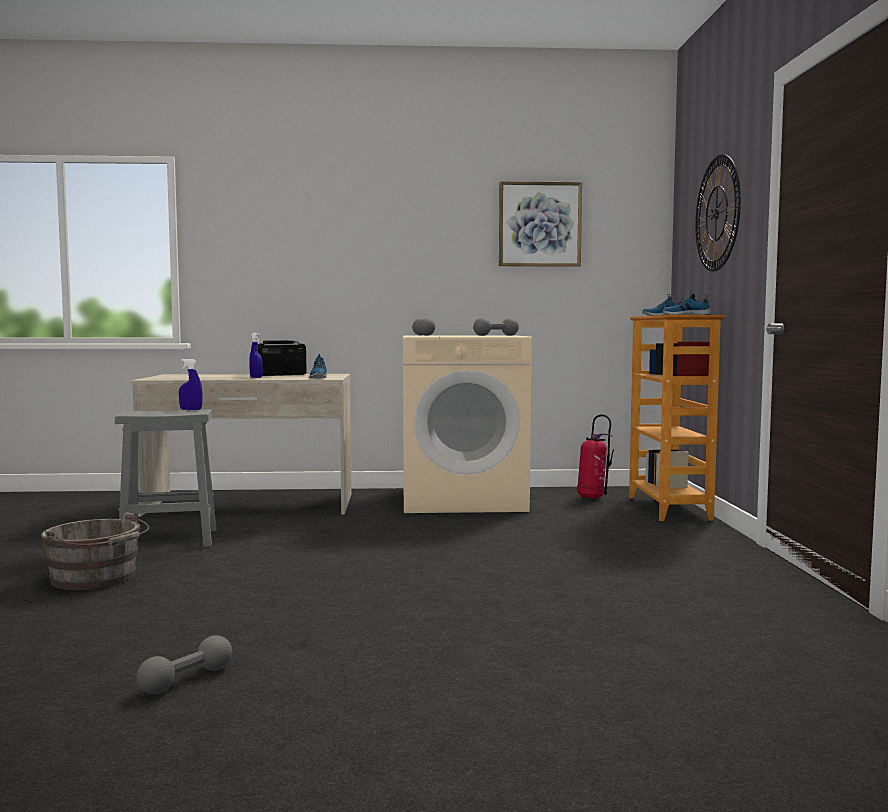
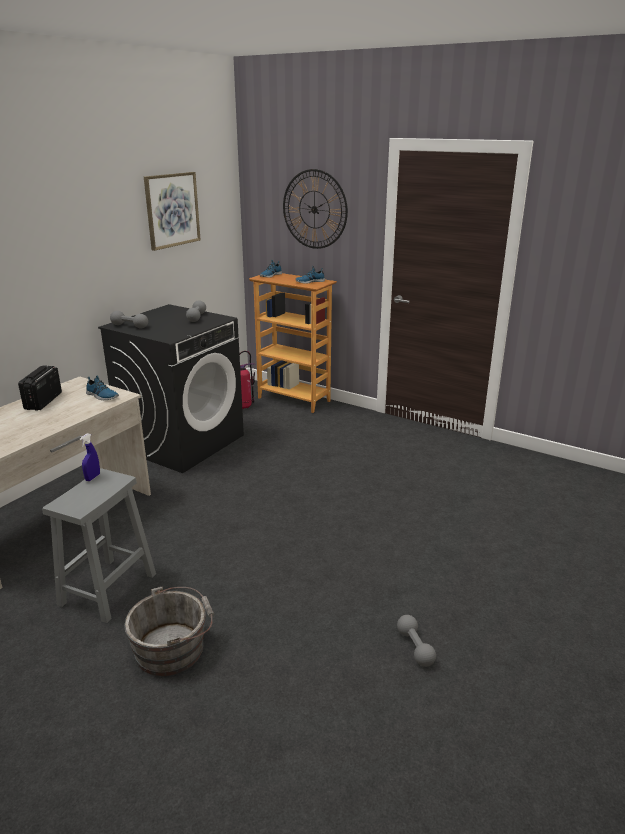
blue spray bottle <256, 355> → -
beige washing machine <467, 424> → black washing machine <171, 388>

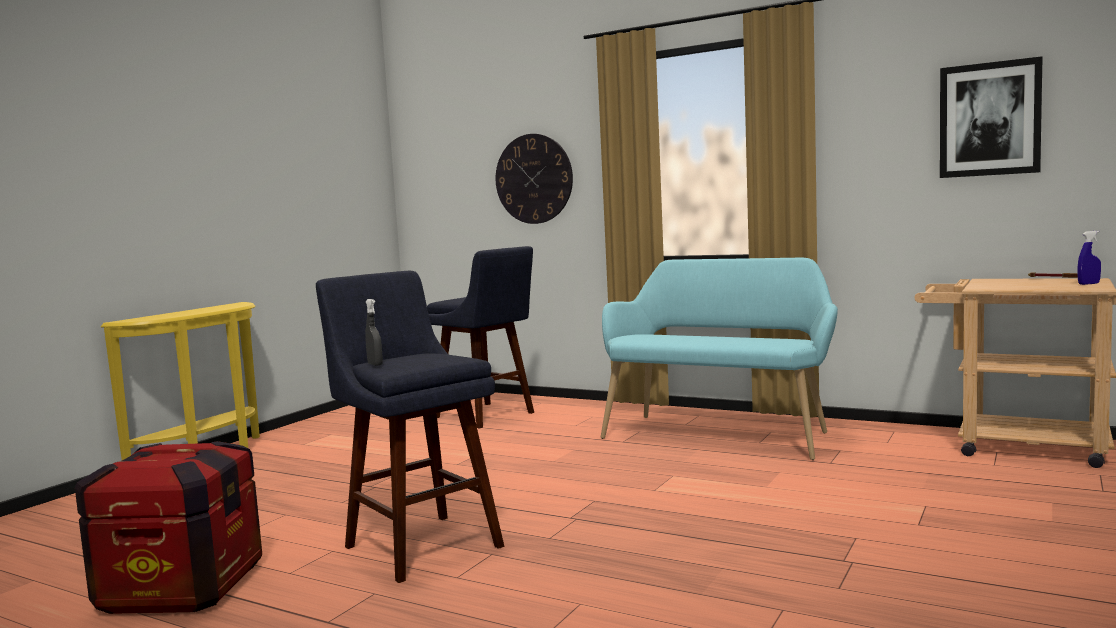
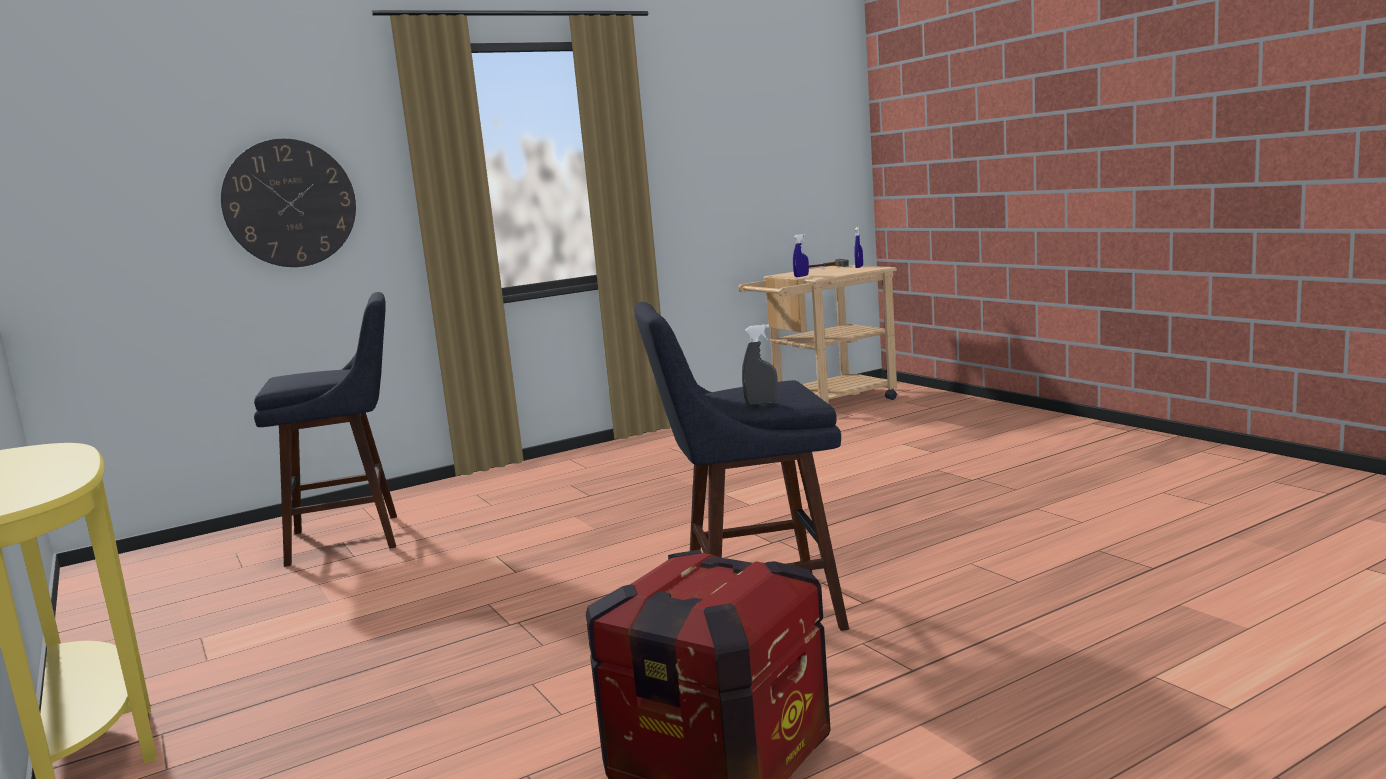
turquoise bench <719, 359> → -
picture <991, 117> → -
- → blue spray bottle <801, 255>

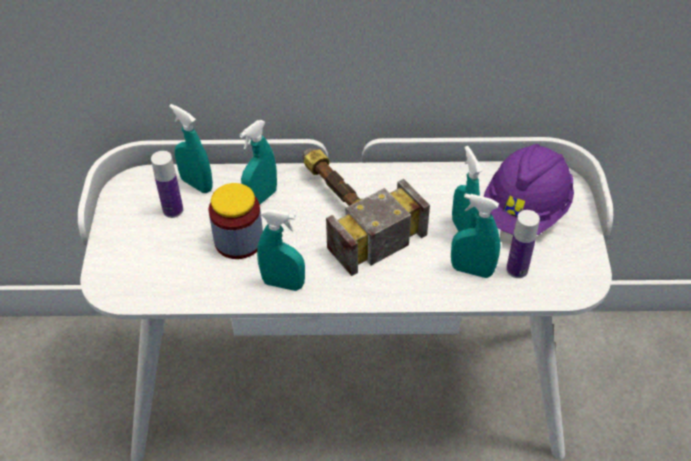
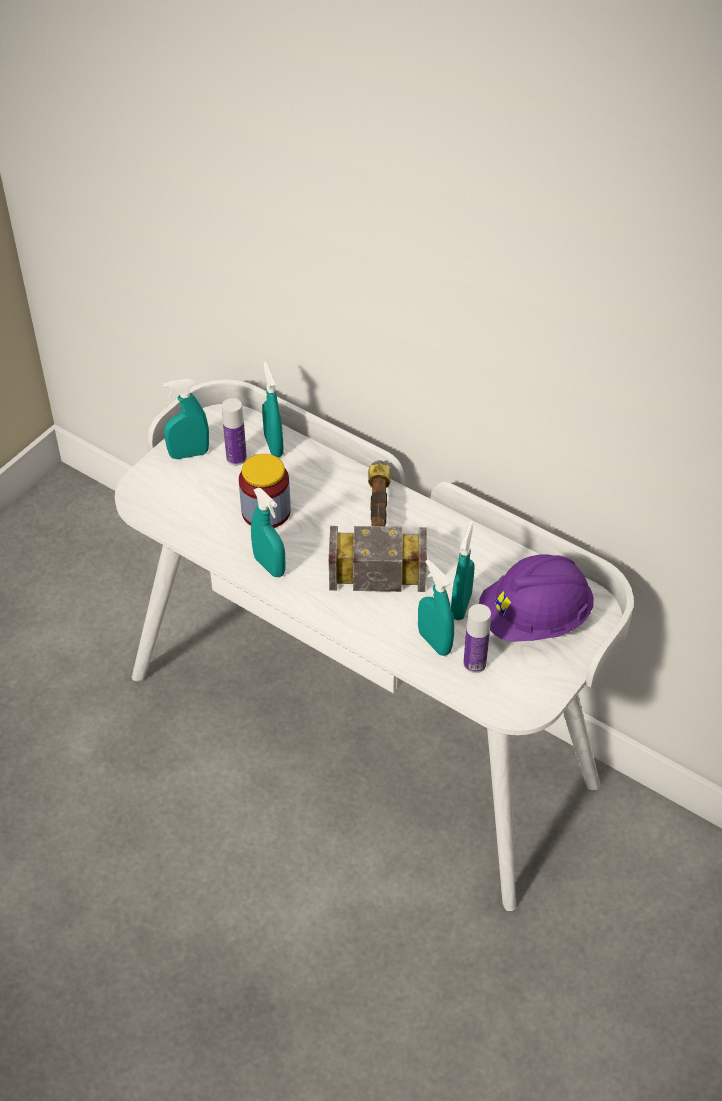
turquoise spray bottle <258, 162> → turquoise spray bottle <186, 419>, shifted

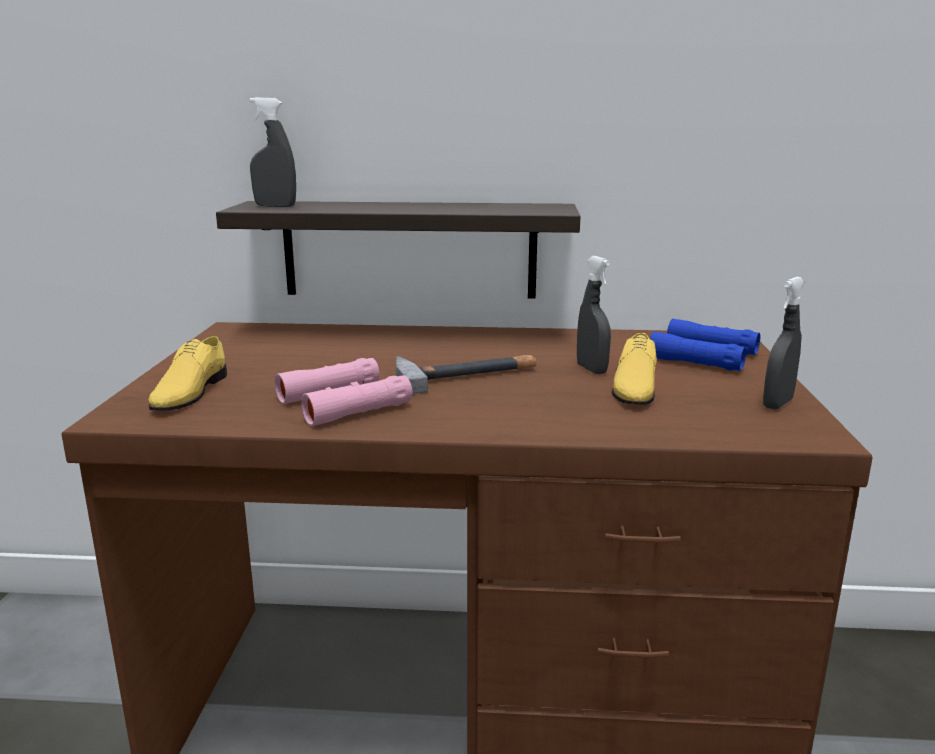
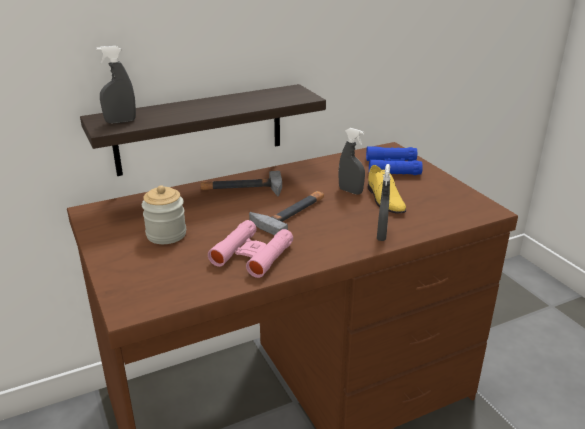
yellow shoe <188, 373> → -
grey spray bottle <783, 343> → grey spray bottle <383, 202>, shifted
- → jar <164, 214>
- → hammer <241, 183>

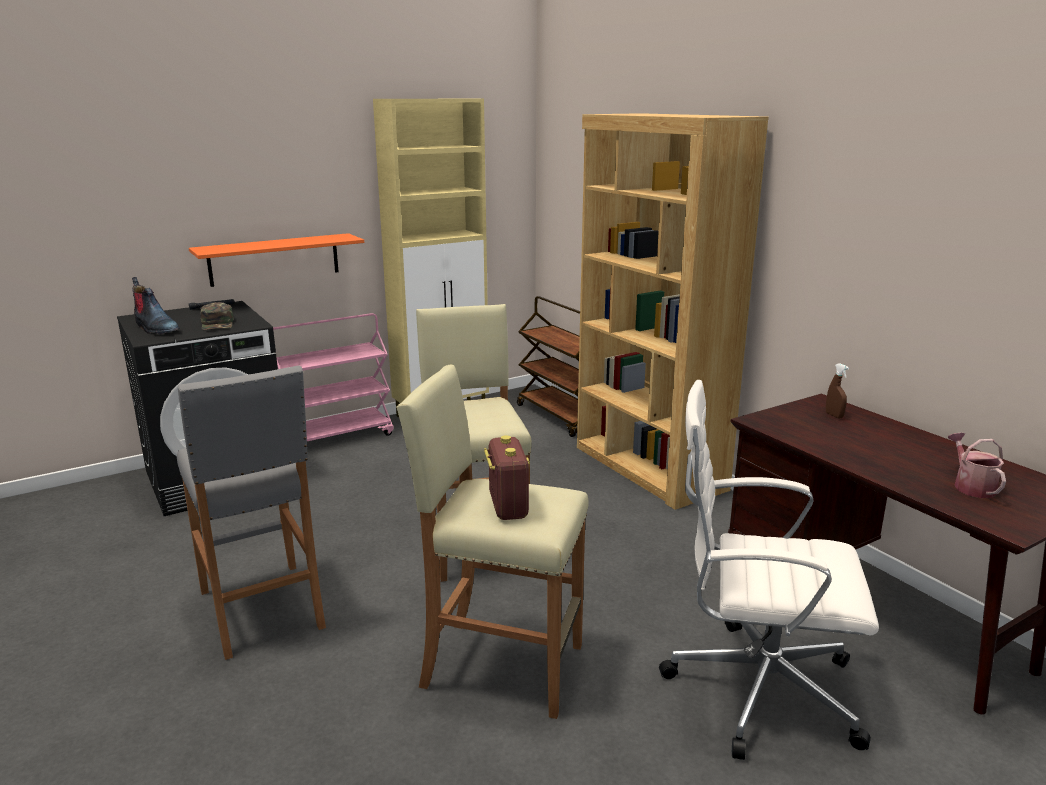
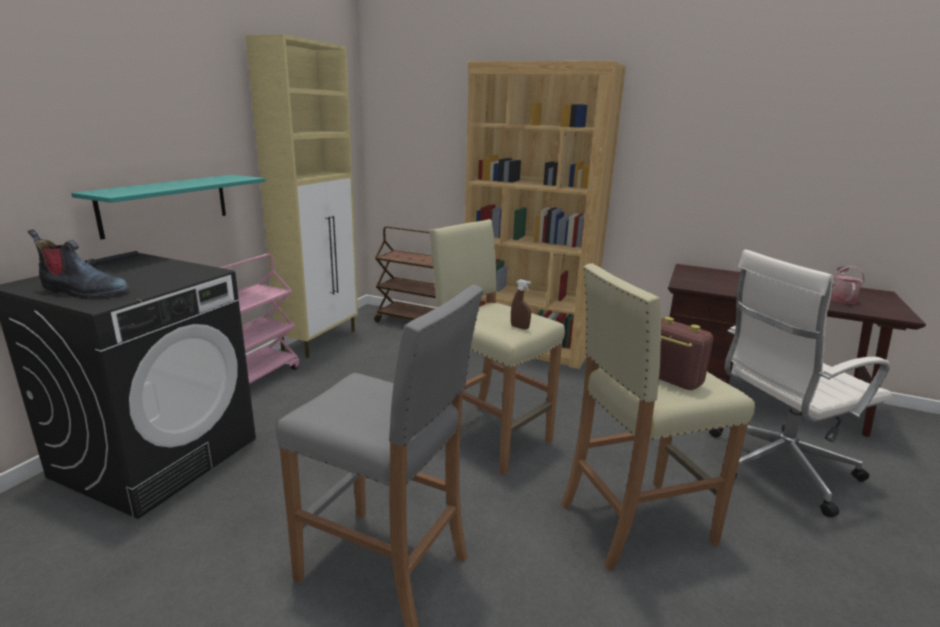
orange shelf <276, 260> → turquoise shelf <168, 207>
green cap <217, 316> → -
brown spray bottle <837, 391> → brown spray bottle <521, 304>, shifted
watering can <977, 465> → watering can <848, 285>, 60 degrees clockwise

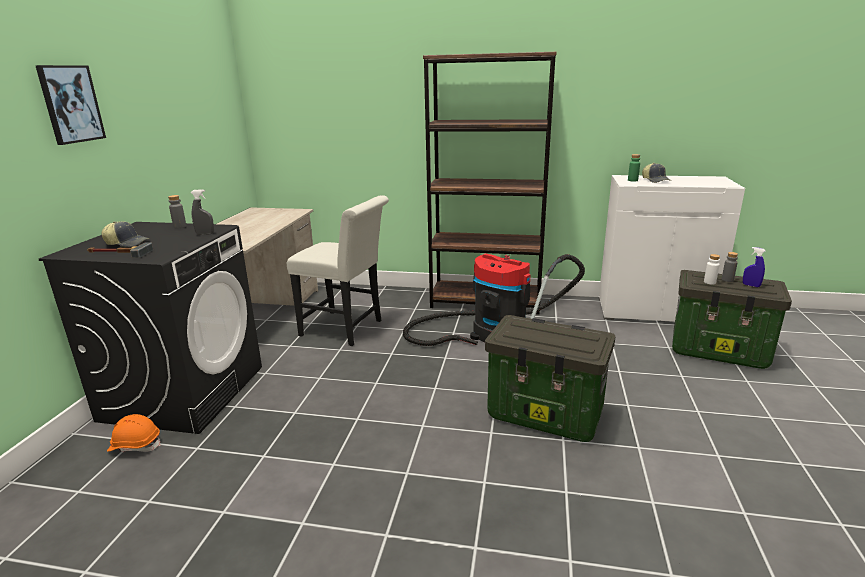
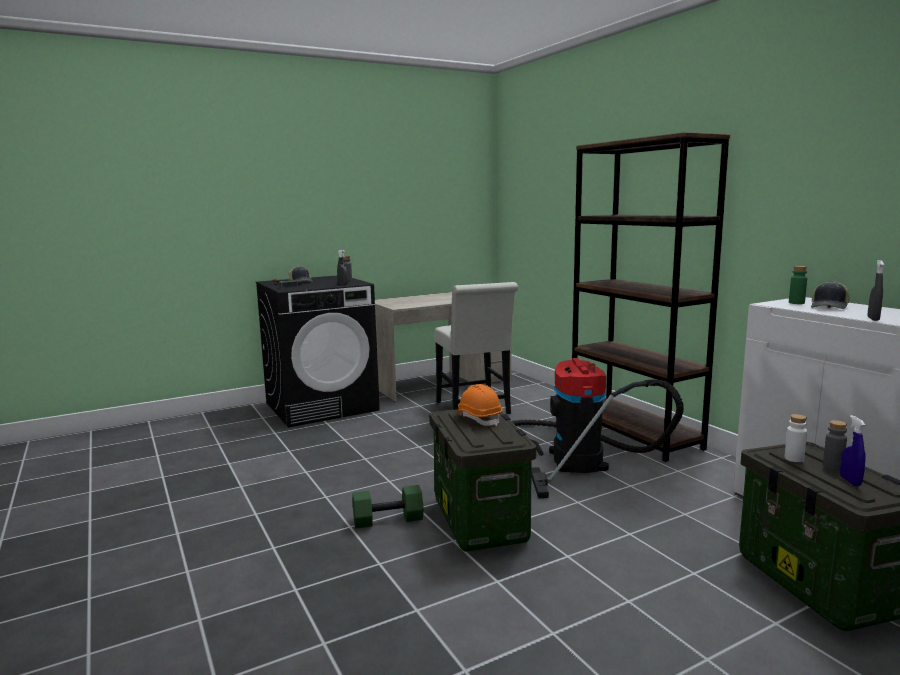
picture <70, 105> → -
orange hard hat <134, 433> → orange hard hat <478, 405>, shifted
- → green dumbbell <388, 507>
- → grey spray bottle <875, 290>

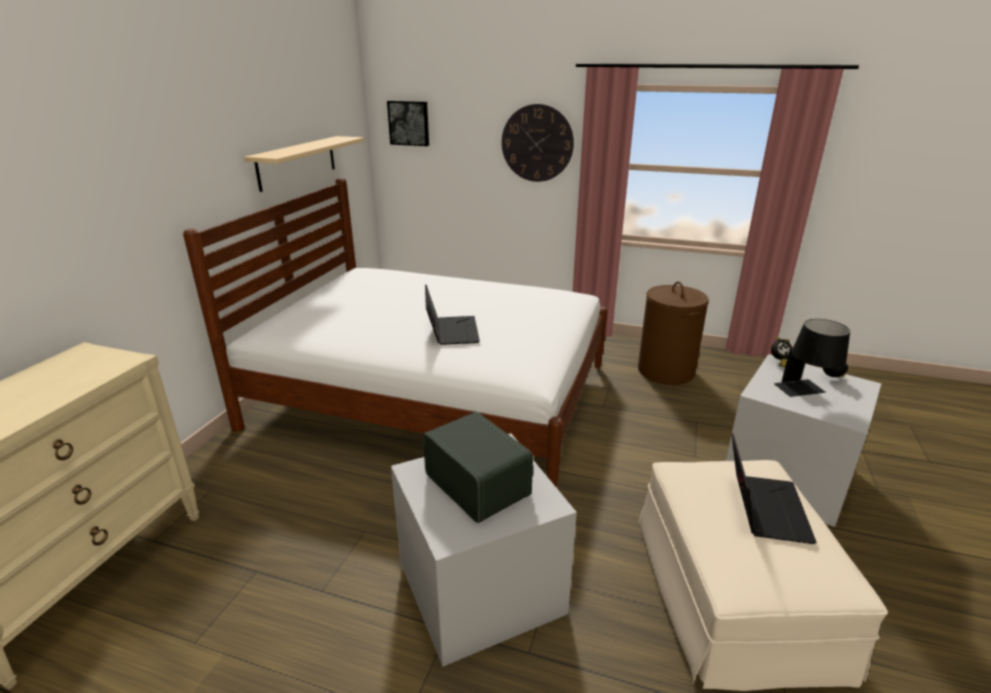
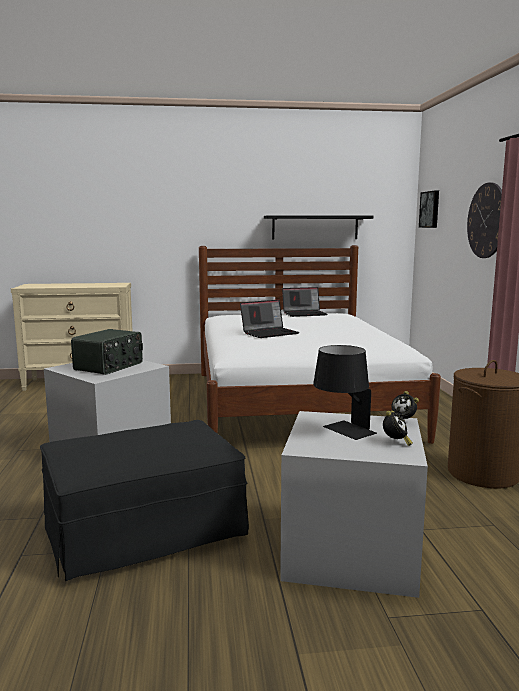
beige shelf <304, 164> → black shelf <318, 227>
beige ottoman <763, 575> → black ottoman <144, 500>
laptop <774, 488> → laptop <304, 302>, shifted

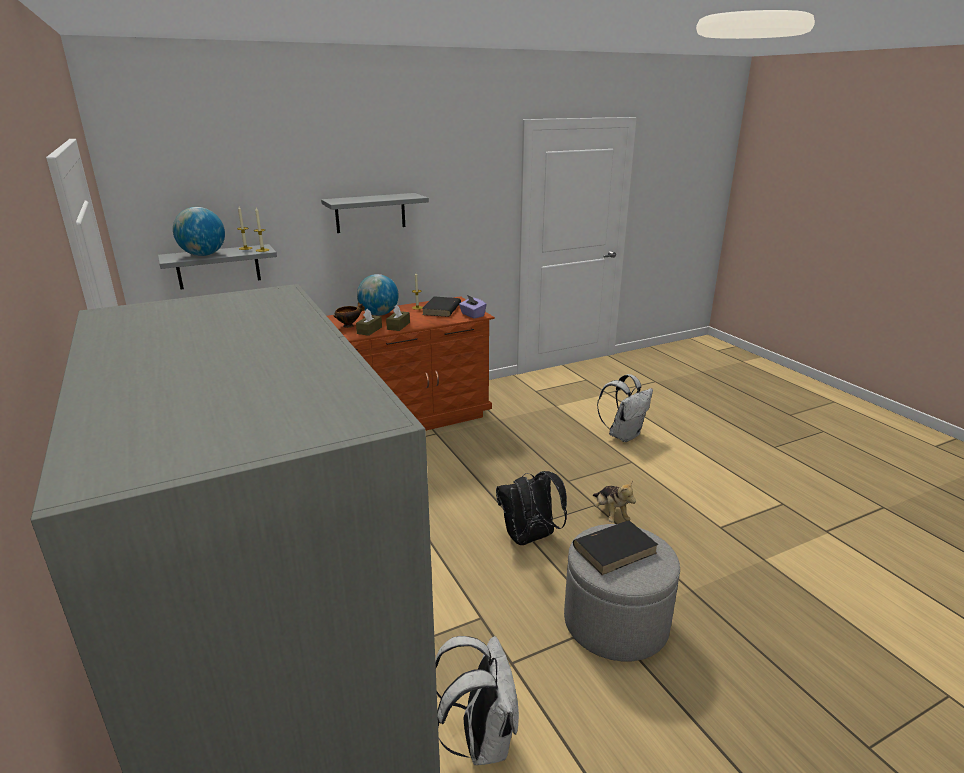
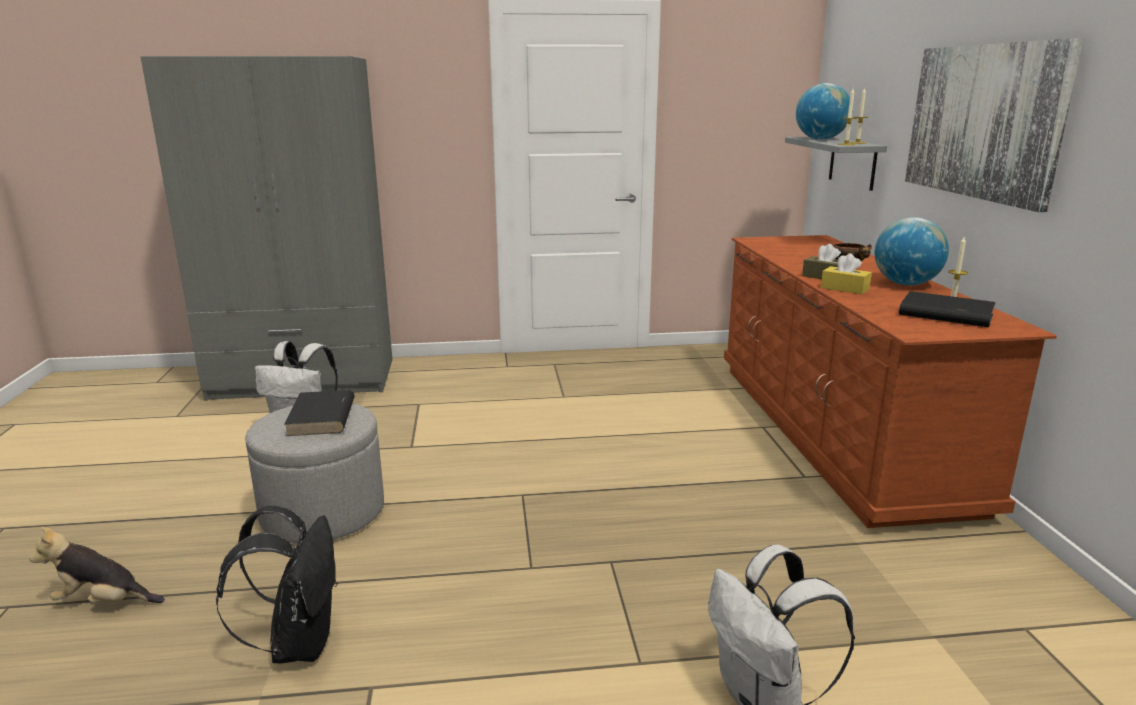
grey shelf <375, 213> → picture <994, 125>
brown tissue box <398, 318> → yellow tissue box <846, 273>
purple tissue box <472, 307> → -
black backpack <531, 508> → black backpack <277, 584>, shifted
plush toy <614, 501> → plush toy <97, 565>, shifted

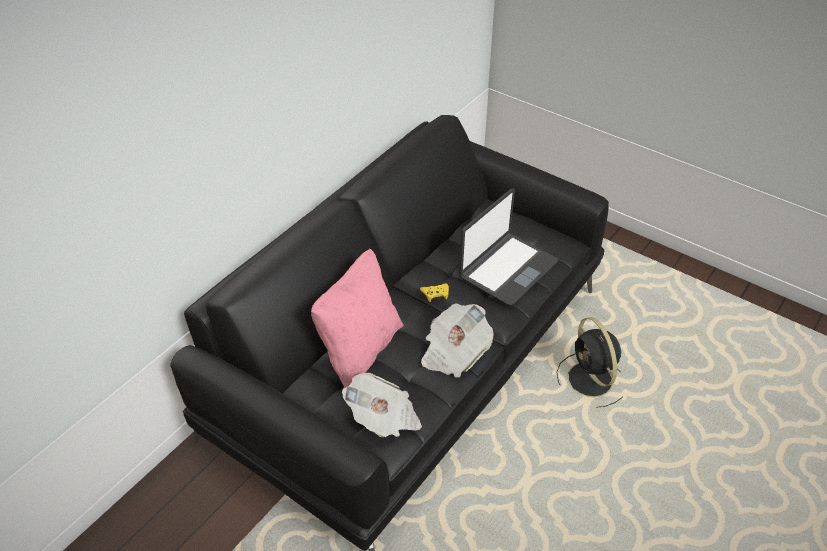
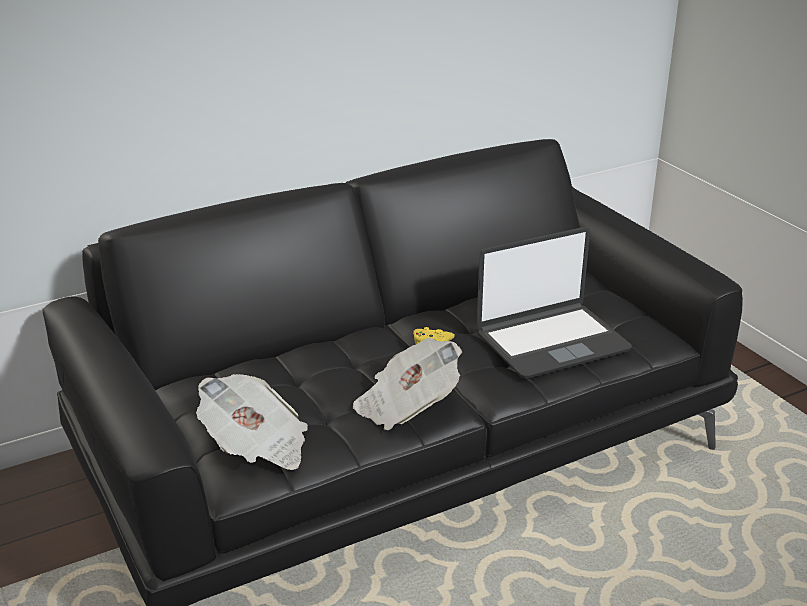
pink pillow <357, 318> → -
black fan <590, 362> → -

